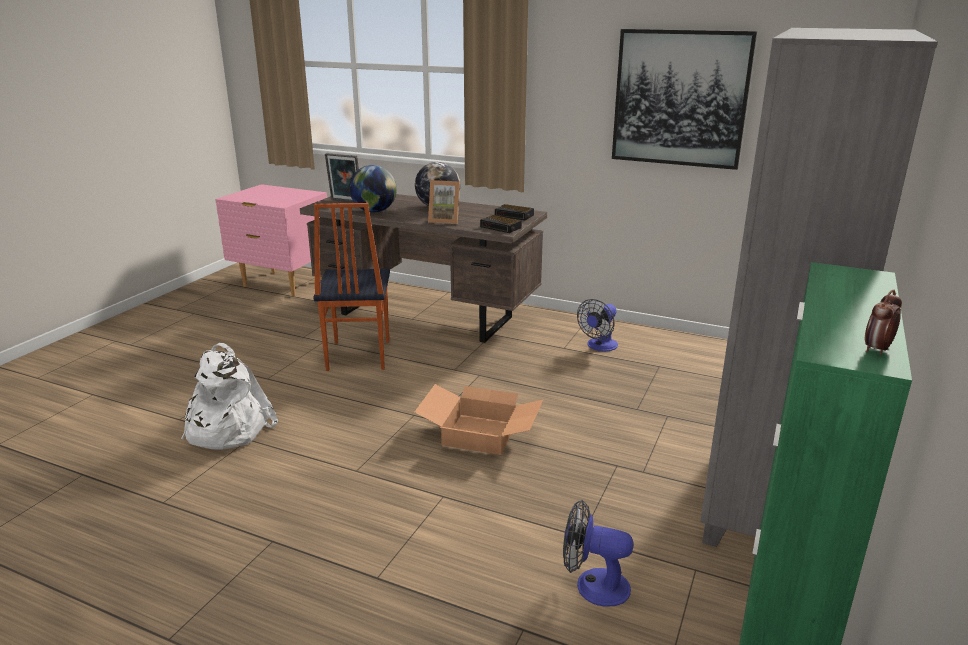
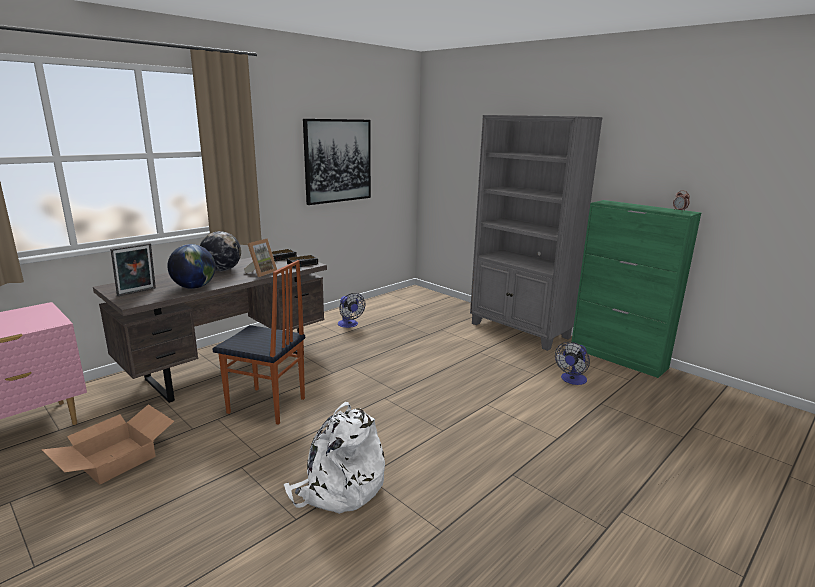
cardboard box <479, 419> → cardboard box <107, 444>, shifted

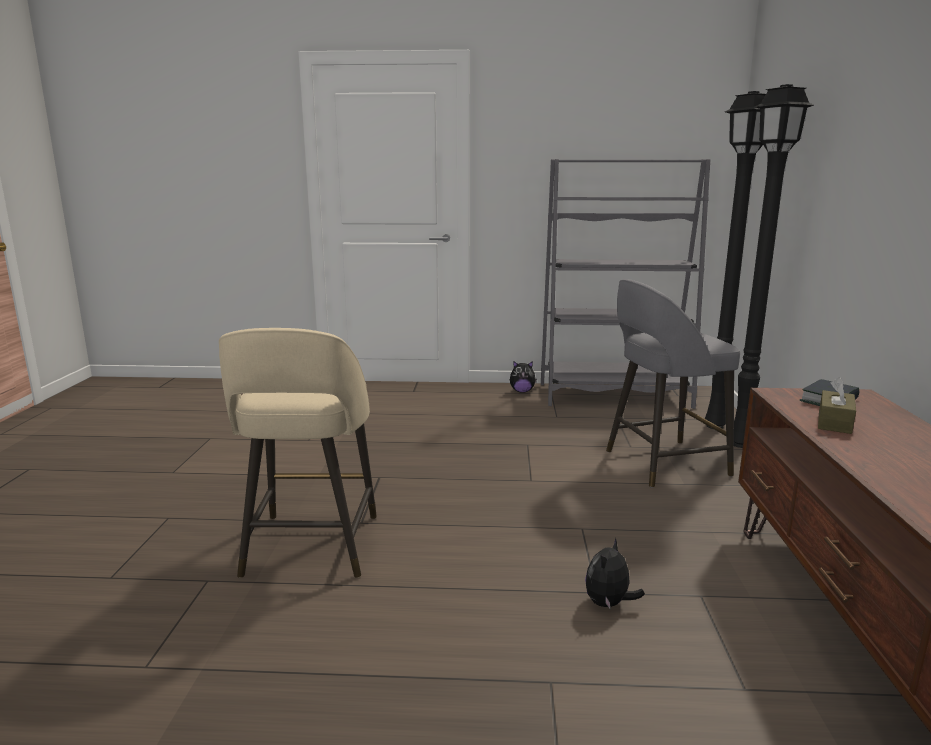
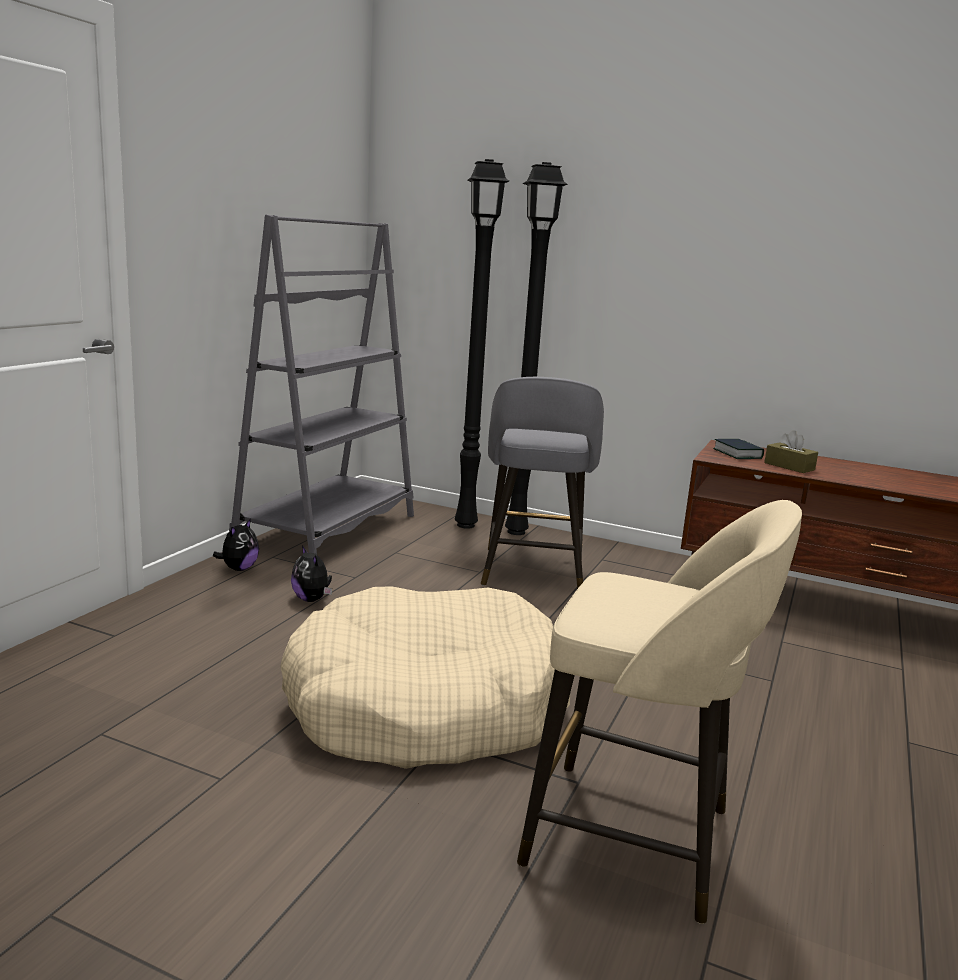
plush toy <615, 573> → plush toy <311, 573>, shifted
- → beige dog bed <425, 677>

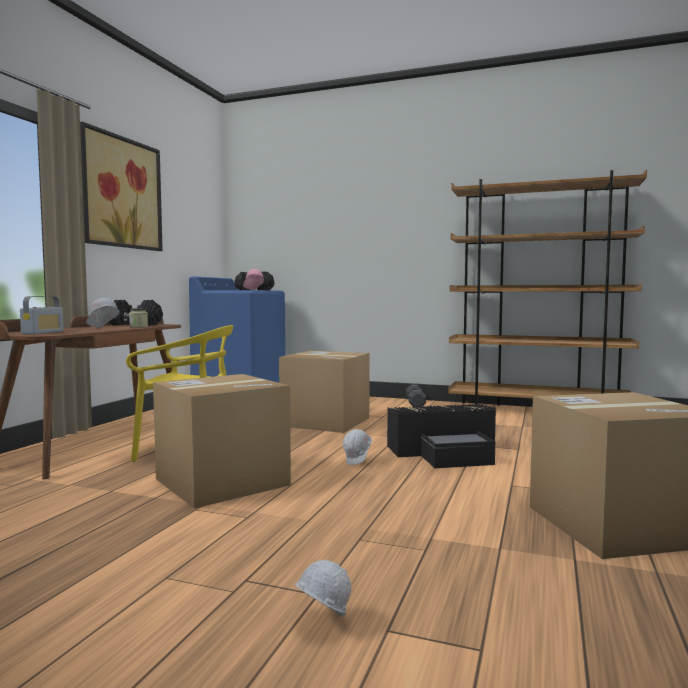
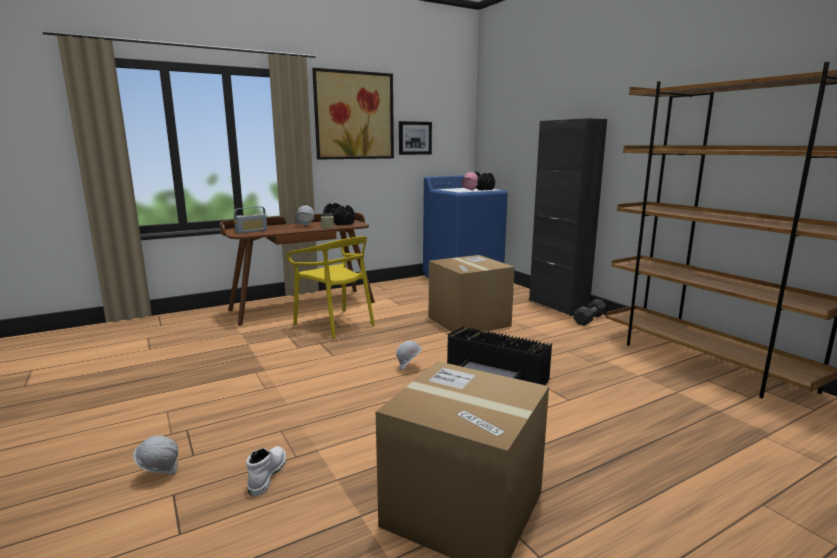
cardboard box <222, 441> → -
- → white boot <266, 471>
- → picture <415, 138>
- → black cabinet <568, 217>

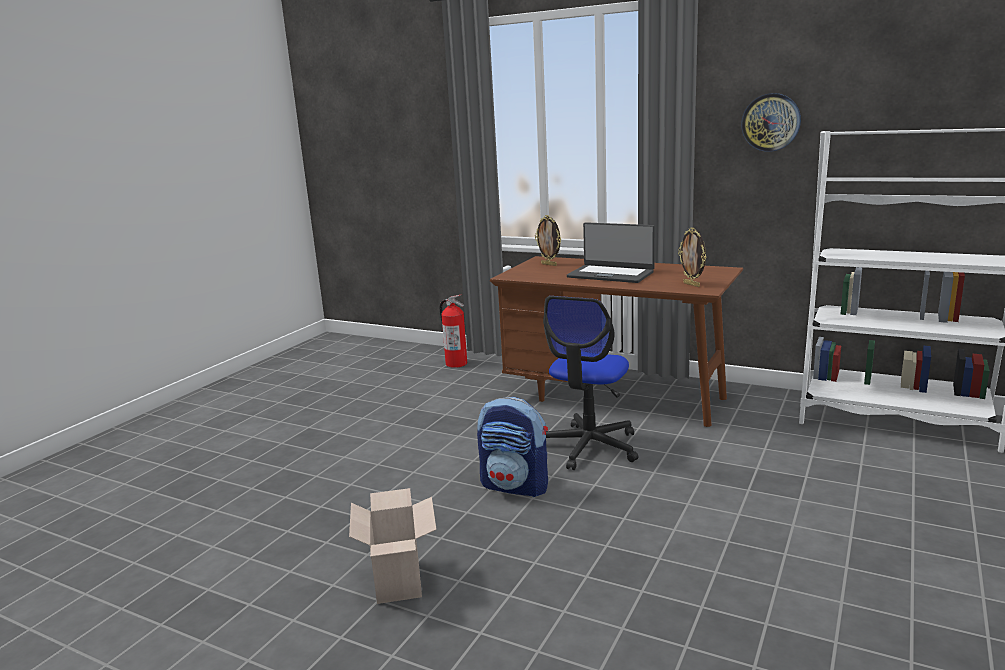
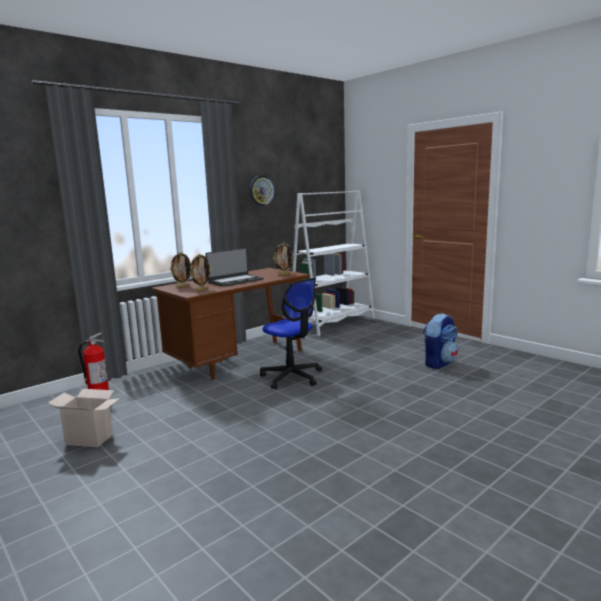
cardboard box <393, 546> → cardboard box <84, 418>, shifted
backpack <512, 447> → backpack <440, 341>, shifted
- → picture frame <201, 272>

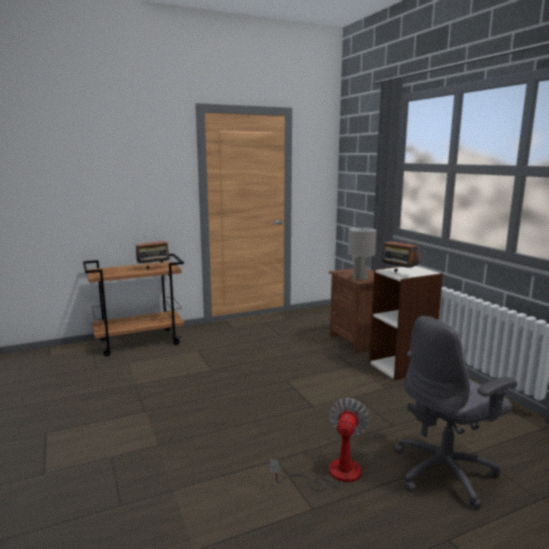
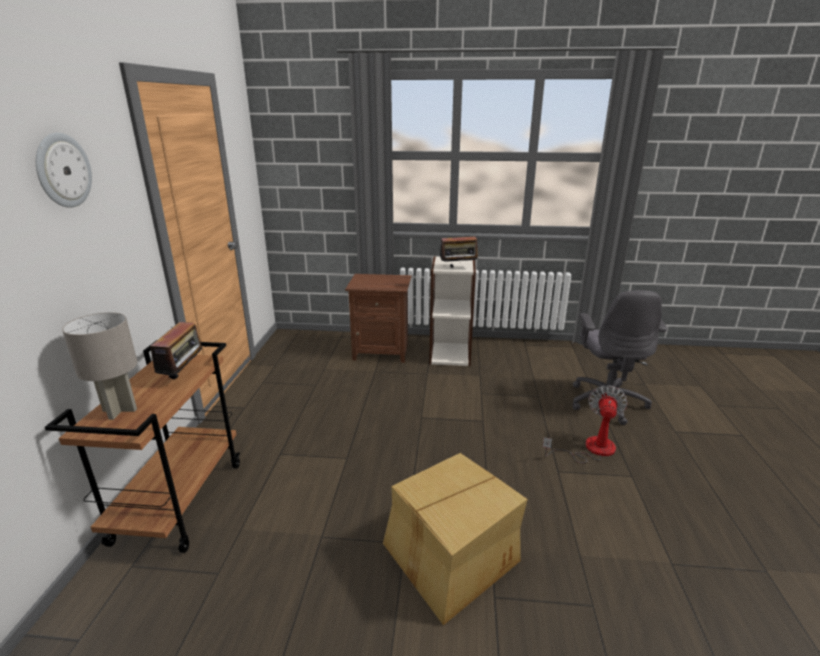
fan <320, 444> → fan <585, 424>, 60 degrees clockwise
grey table lamp <362, 254> → grey table lamp <99, 366>, shifted
- → wall clock <64, 170>
- → cardboard box <455, 539>

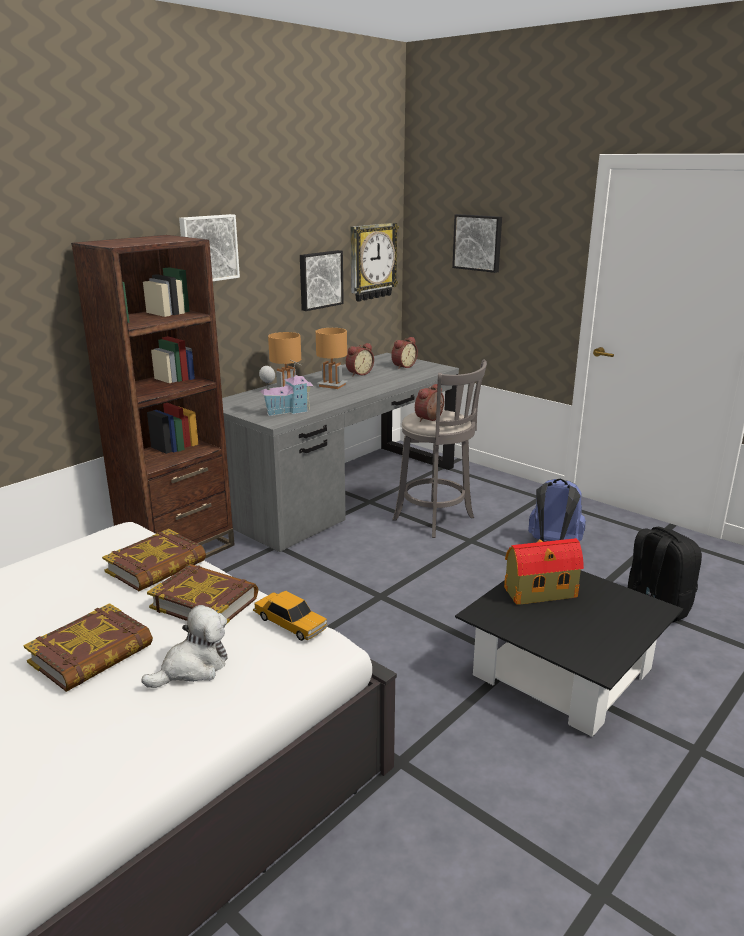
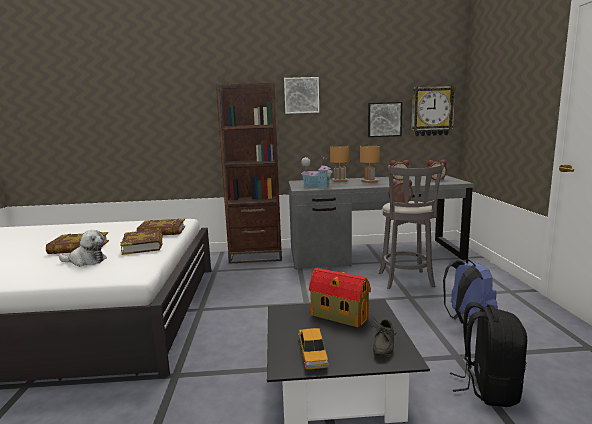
toy car <290, 616> → toy car <313, 348>, shifted
picture <477, 243> → -
- → grey shoe <382, 336>

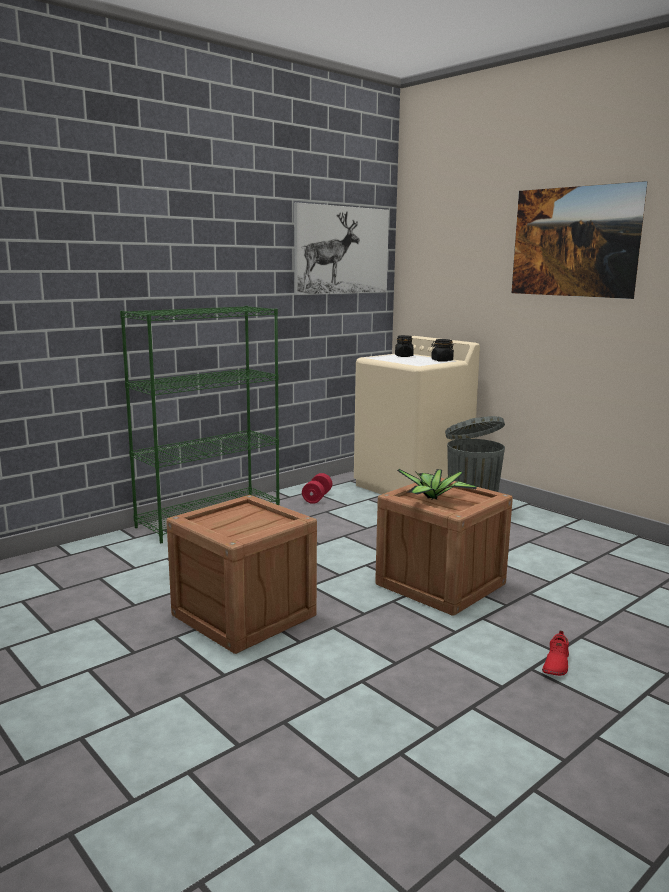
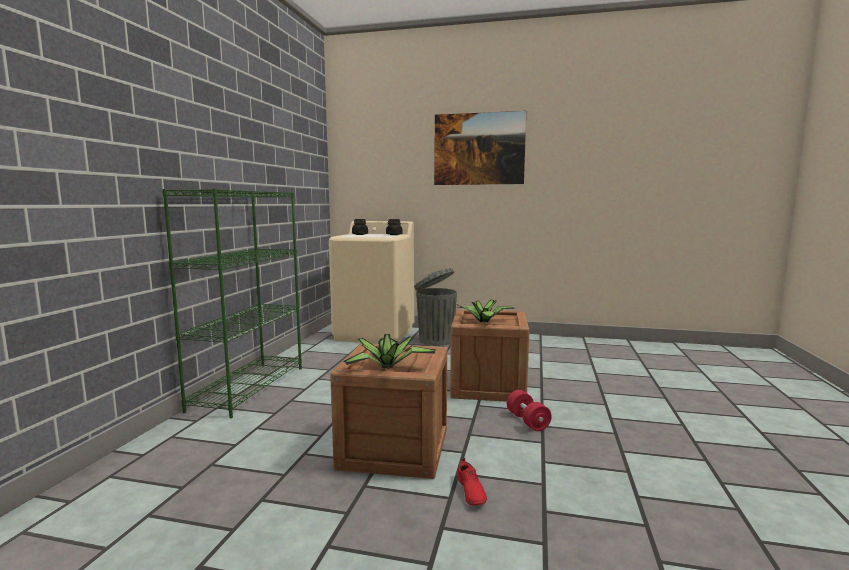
picture <341, 248> → -
red dumbbell <317, 488> → red dumbbell <529, 410>, shifted
red shoe <555, 653> → red shoe <472, 481>, shifted
- → potted plant <389, 351>

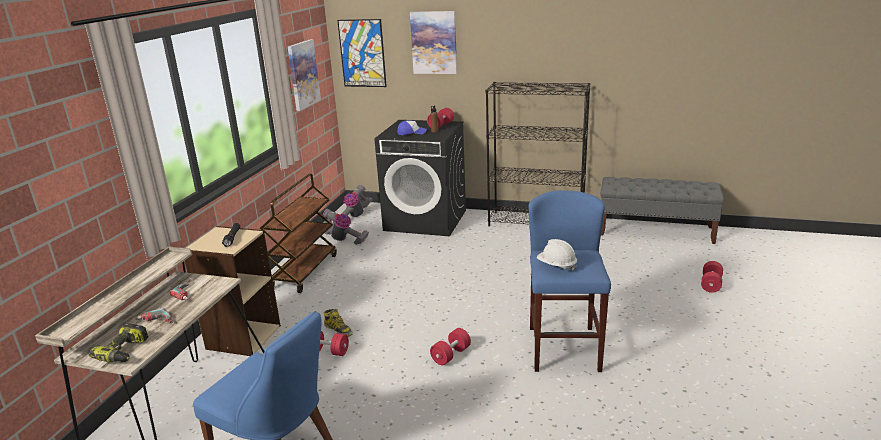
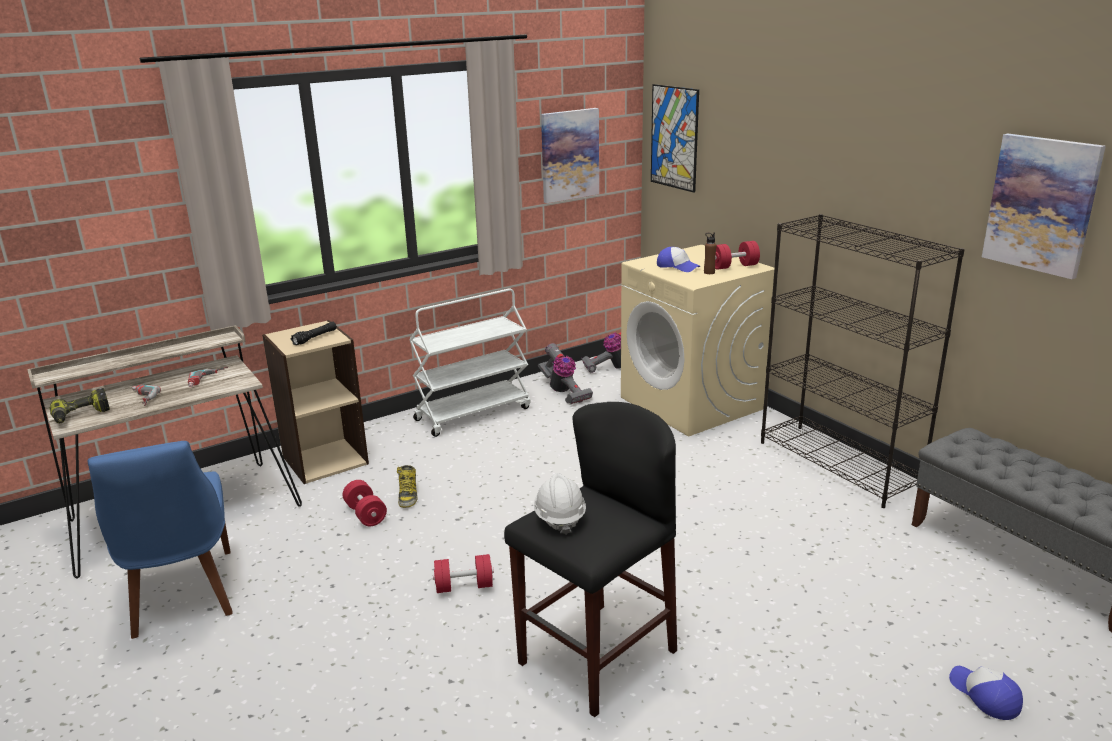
brown cart <298, 233> → white cart <470, 363>
black washing machine <420, 178> → beige washing machine <697, 340>
picture <433, 42> → picture <1044, 206>, shifted
blue stool <570, 281> → black stool <590, 559>
red dumbbell <712, 277> → cap <986, 693>

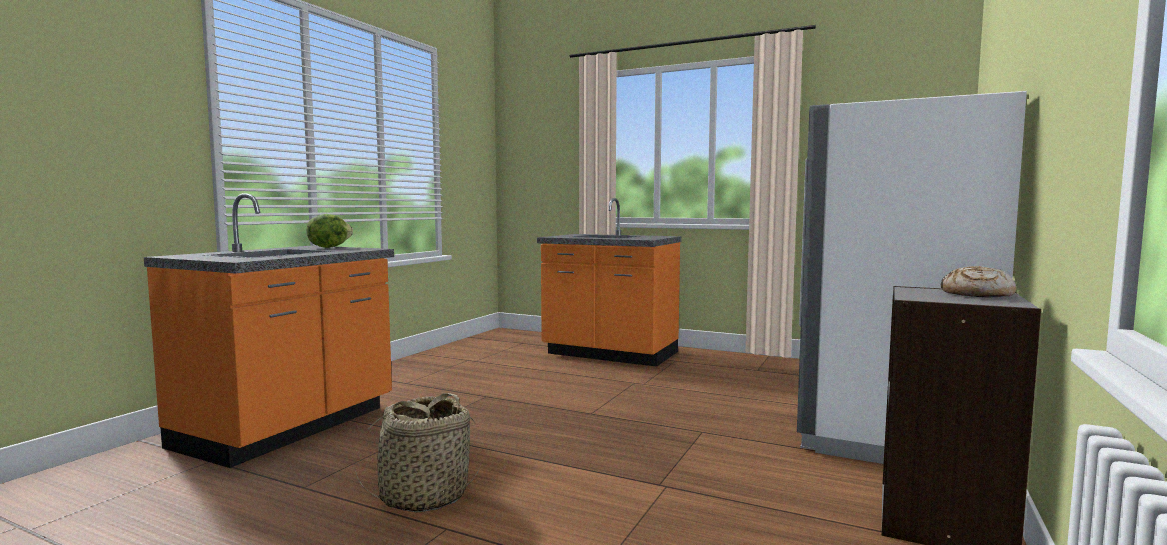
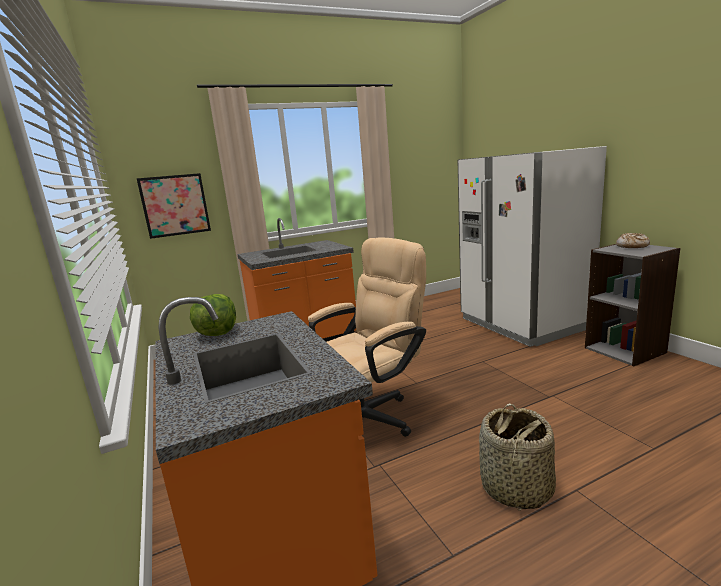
- → picture <174, 206>
- → beige office chair <367, 337>

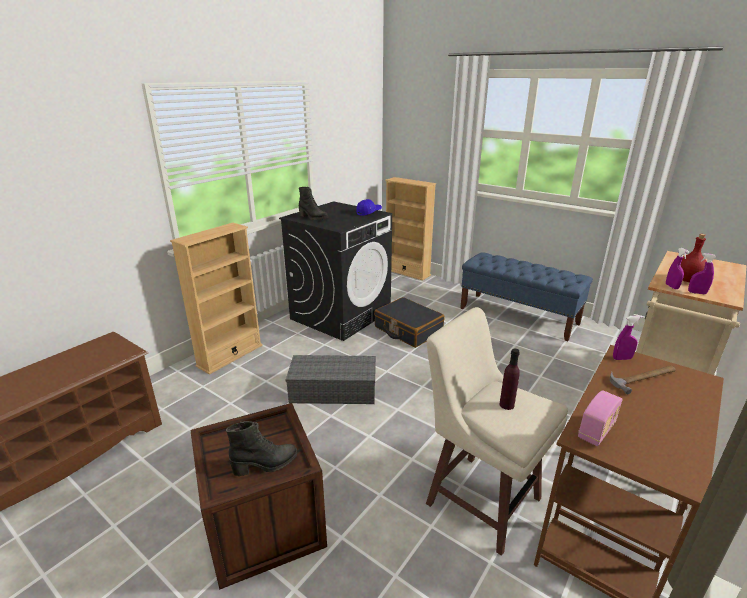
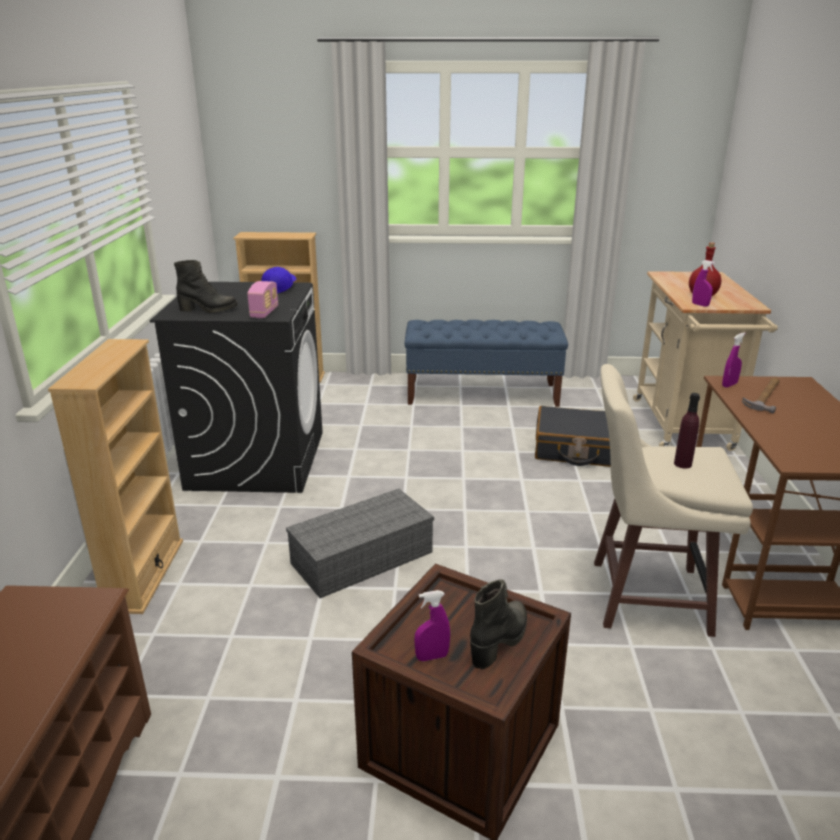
black suitcase <409, 322> → black suitcase <573, 436>, shifted
radio <600, 418> → radio <262, 299>, shifted
purple spray bottle <702, 273> → purple spray bottle <432, 625>, shifted

